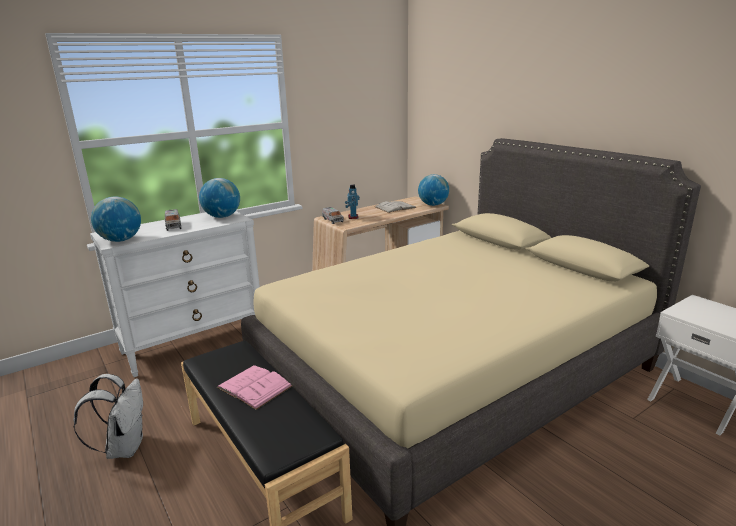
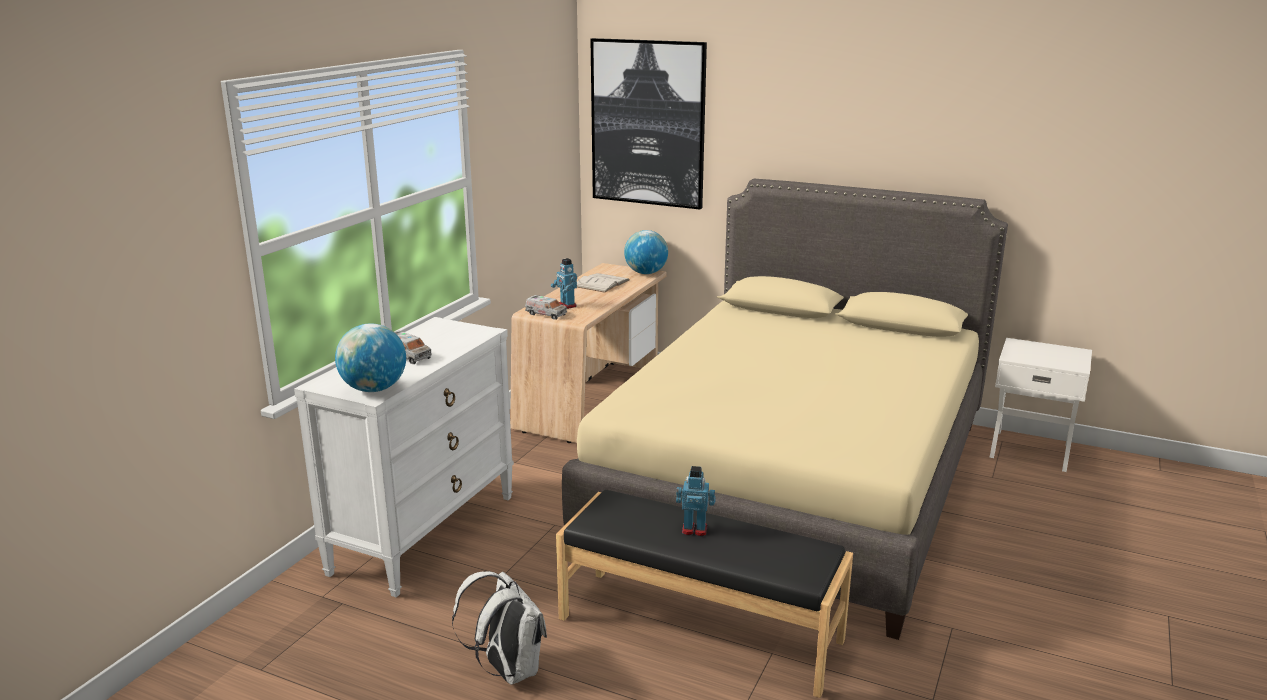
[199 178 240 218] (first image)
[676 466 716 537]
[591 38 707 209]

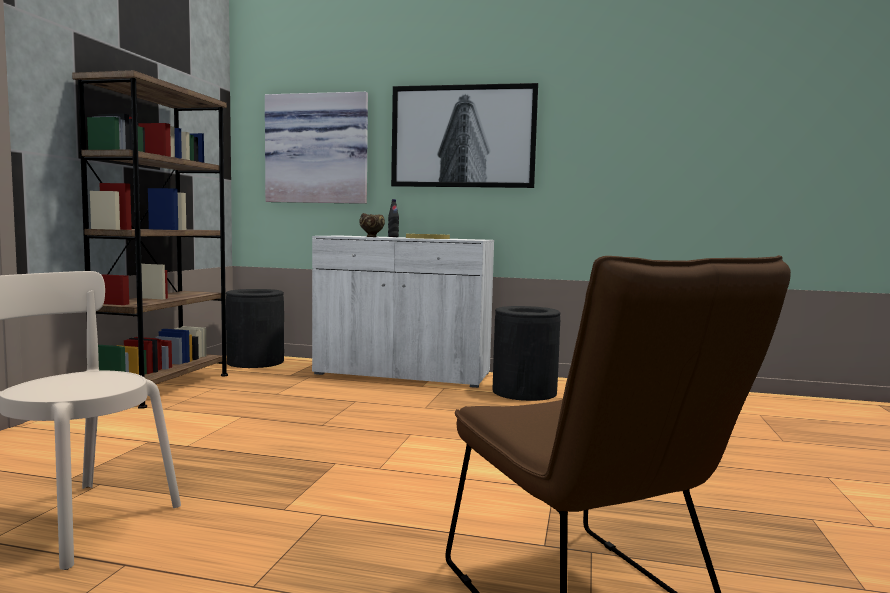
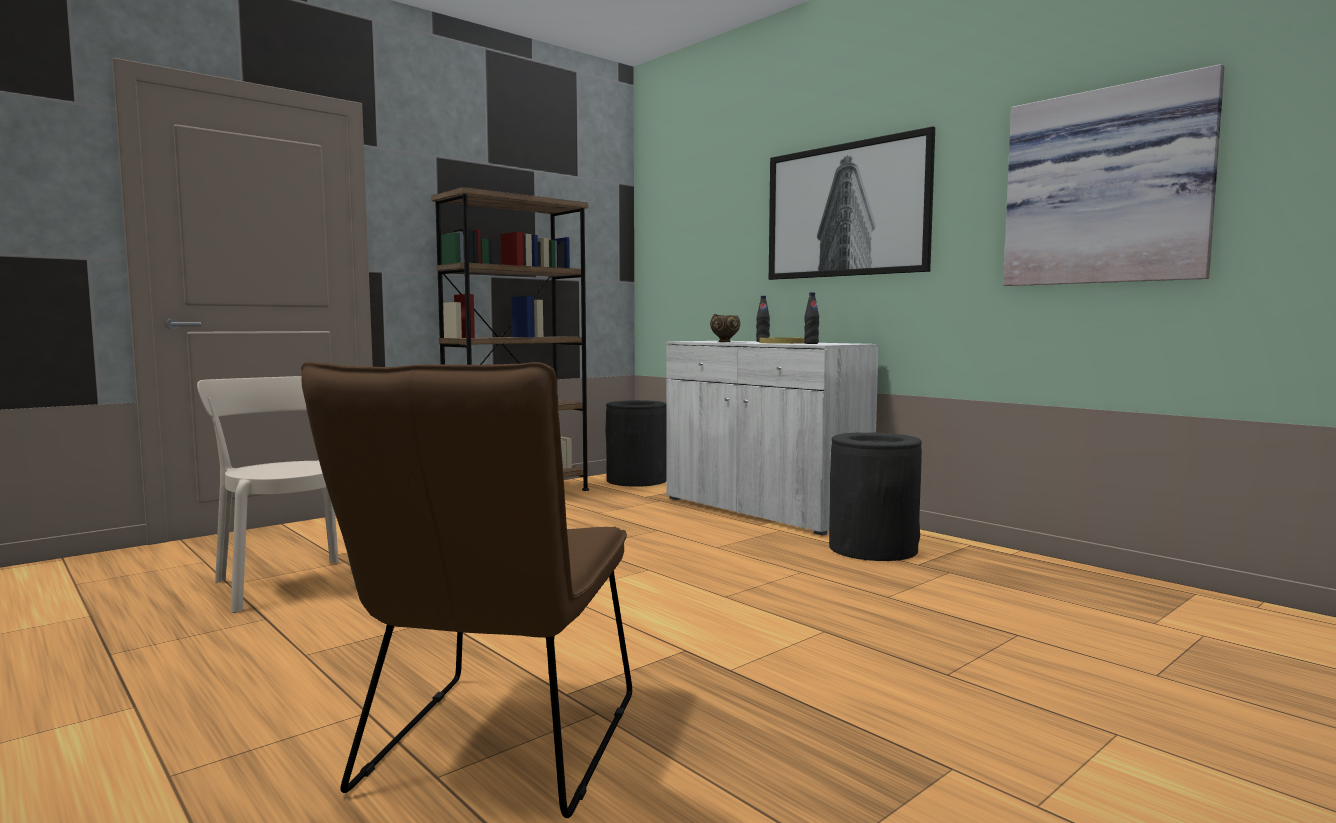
[1003 64 1224 286]
[804 292 819 344]

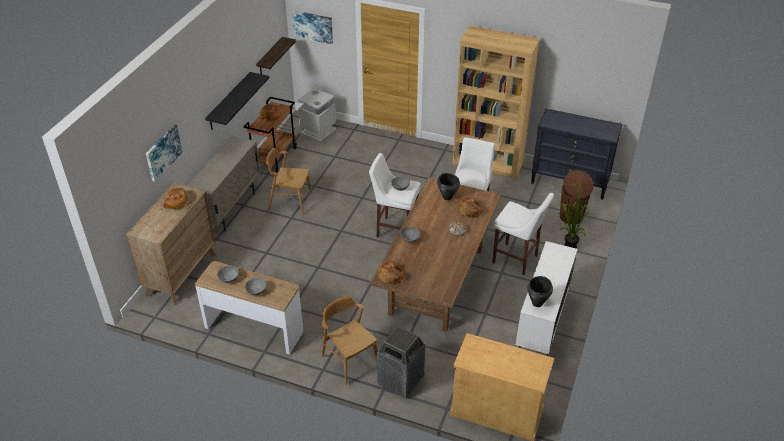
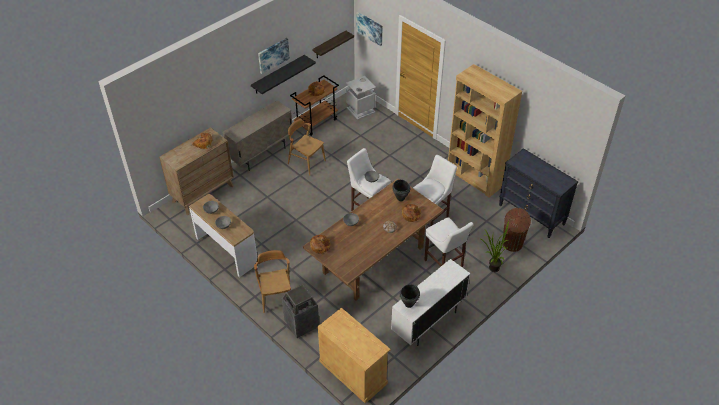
[258 38 290 74]

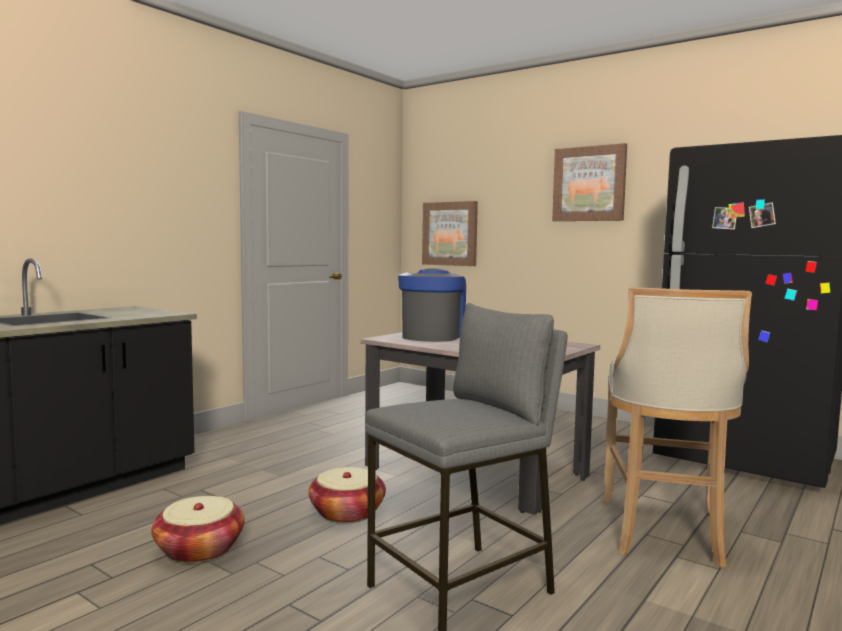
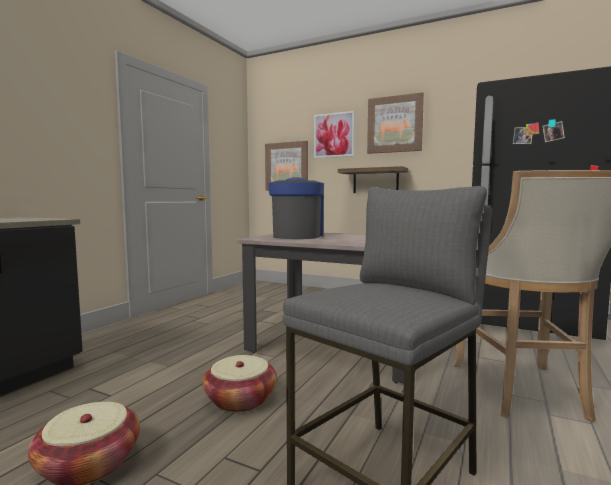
[314 111 355 158]
[338 166 408 193]

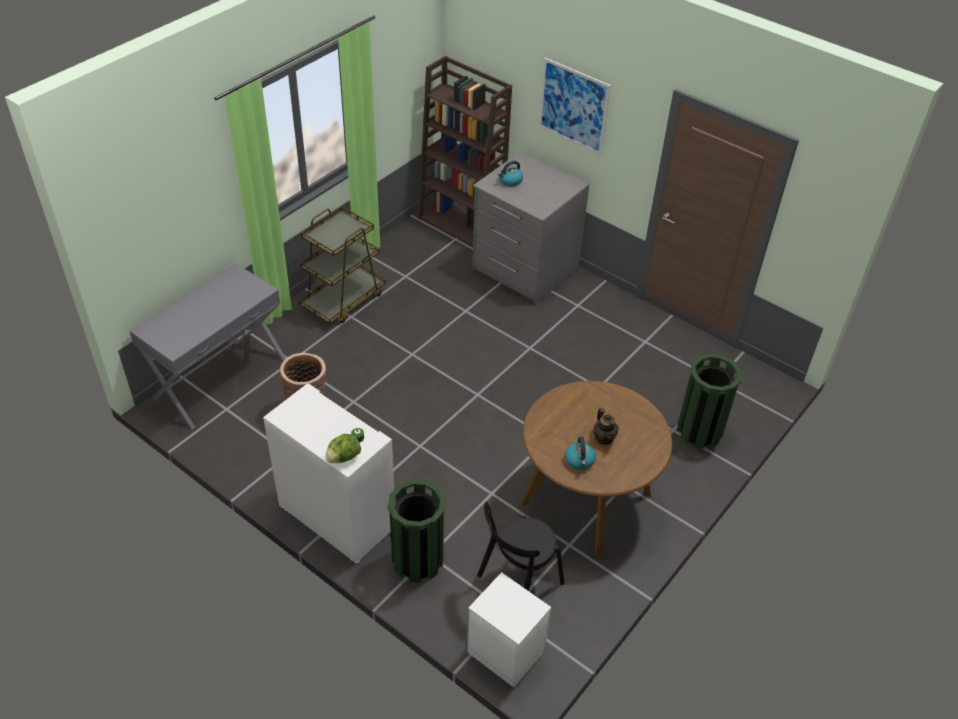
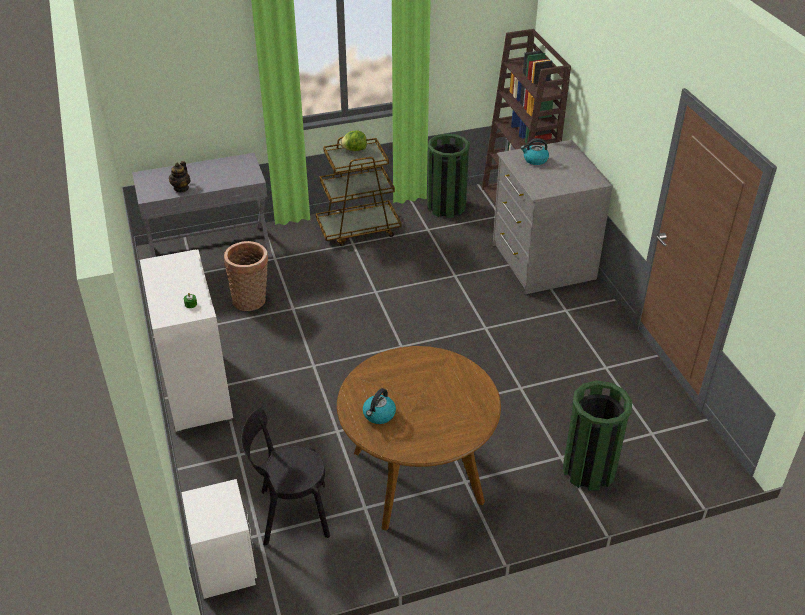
[538 58 611 155] (first image)
[169 161 191 192]
[340 131 367 151]
[427 134 470 218]

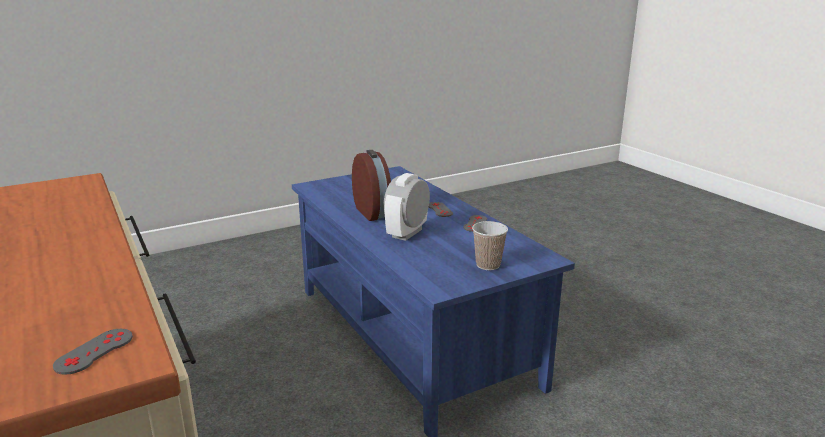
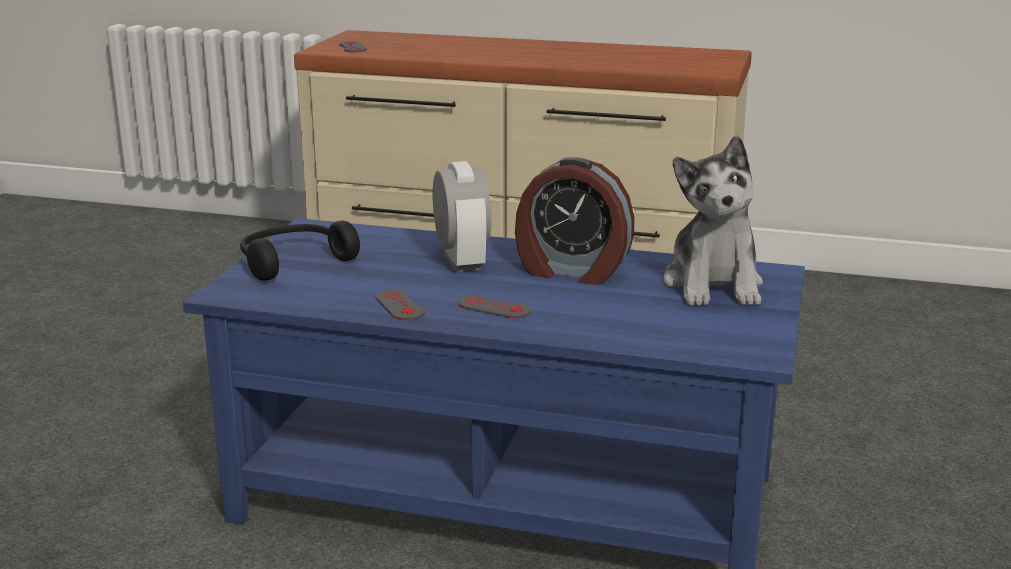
[240 221 360 281]
[664 136 763 306]

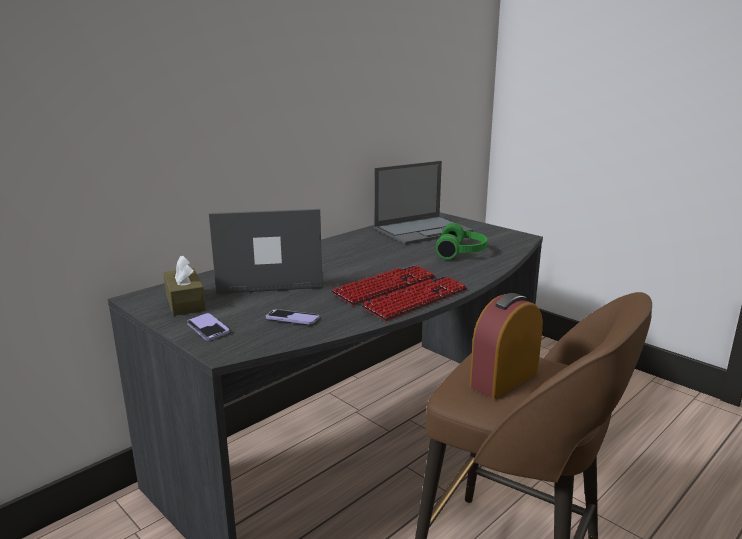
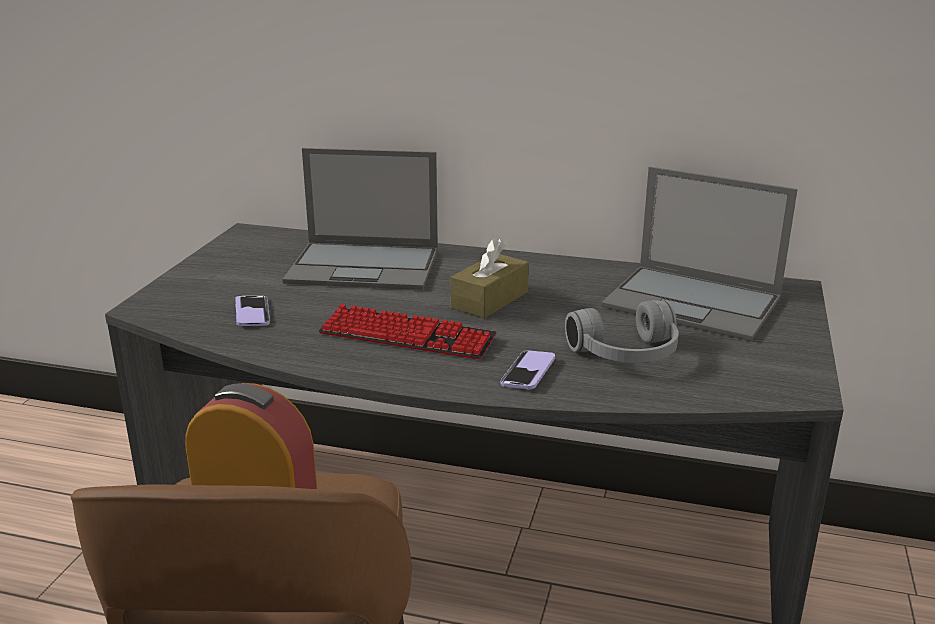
[282 148 438 290]
[565 300 679 363]
[451 238 529 318]
[362 277 468 321] (first image)
[500 350 555 389]

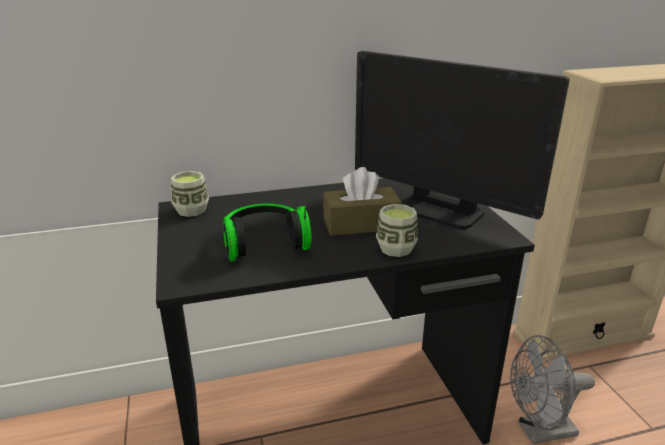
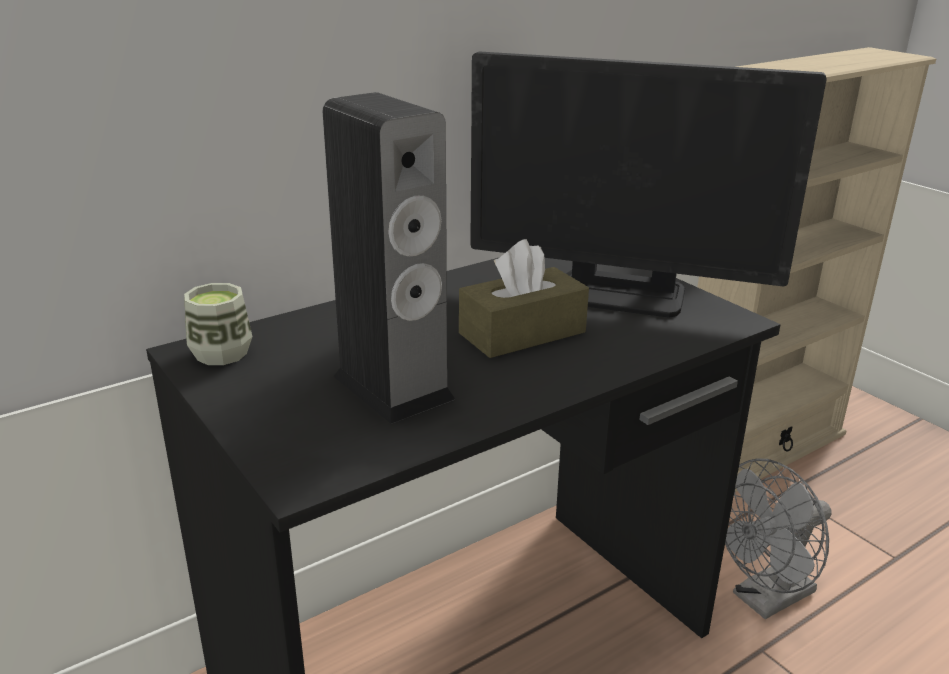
[323 92 455 424]
[376 204 418 257] (first image)

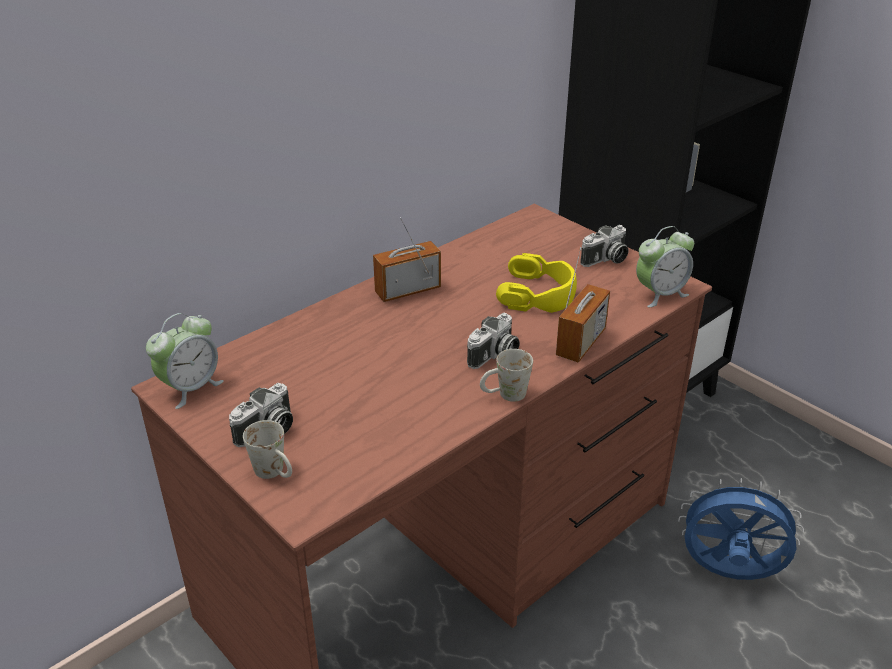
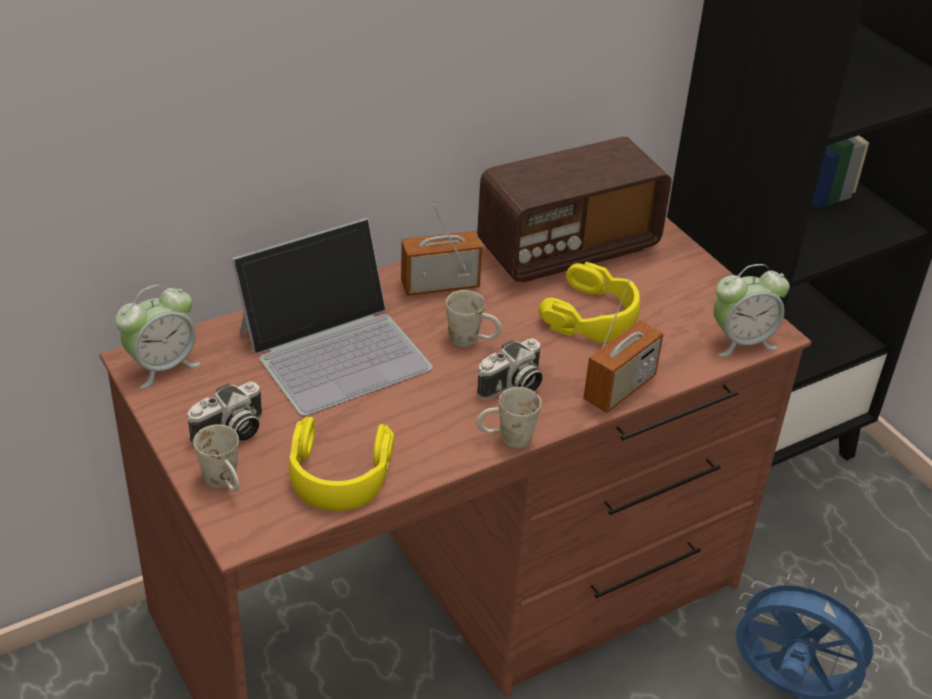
[580 225 628 267] (first image)
[477 137 672 282]
[231 218 433 416]
[446 290 502 347]
[289 417 394 511]

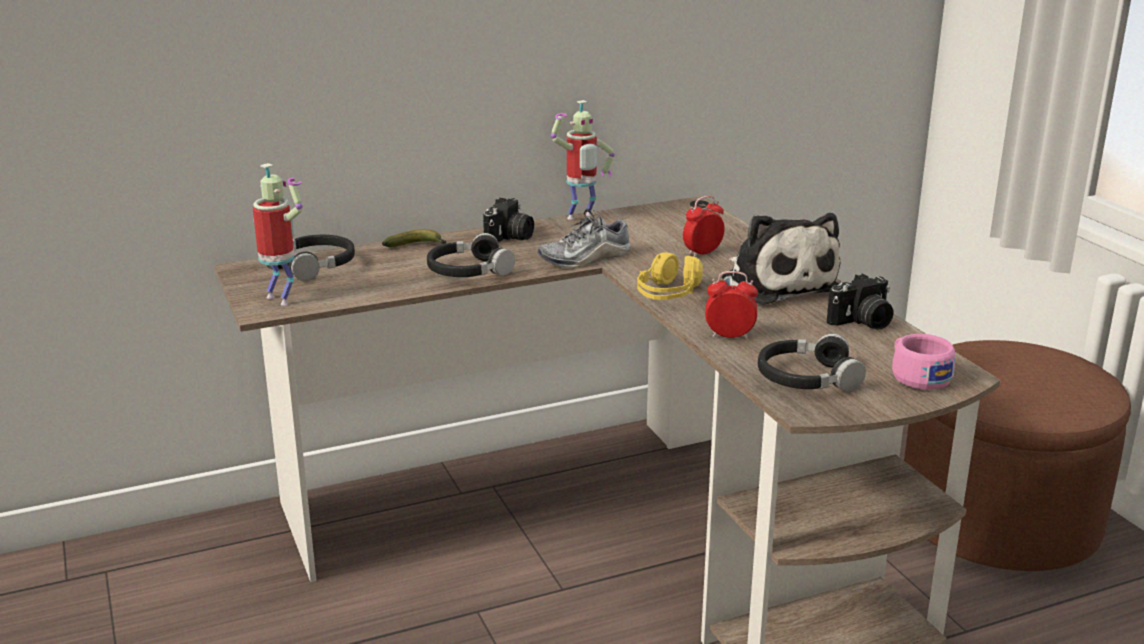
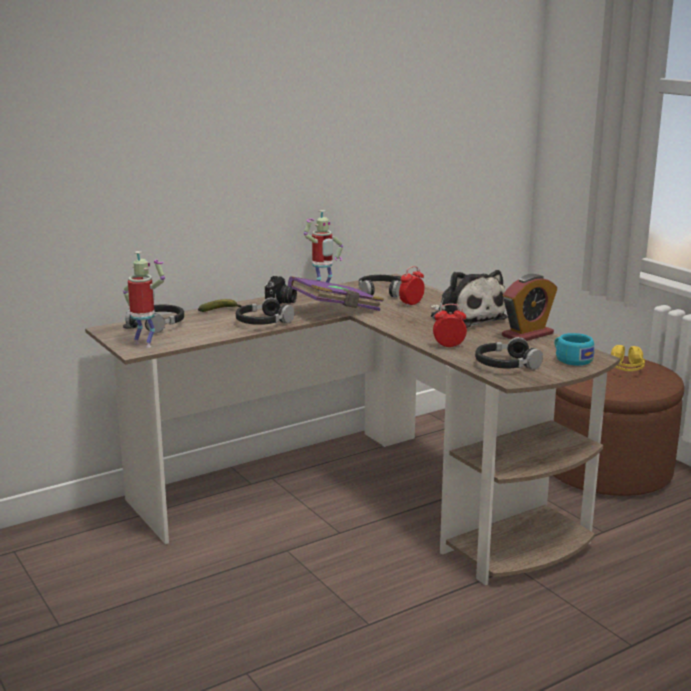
[288 276 384 311]
[611 345 645 371]
[502 274 558 341]
[555 333 594 366]
[359 275 402 297]

